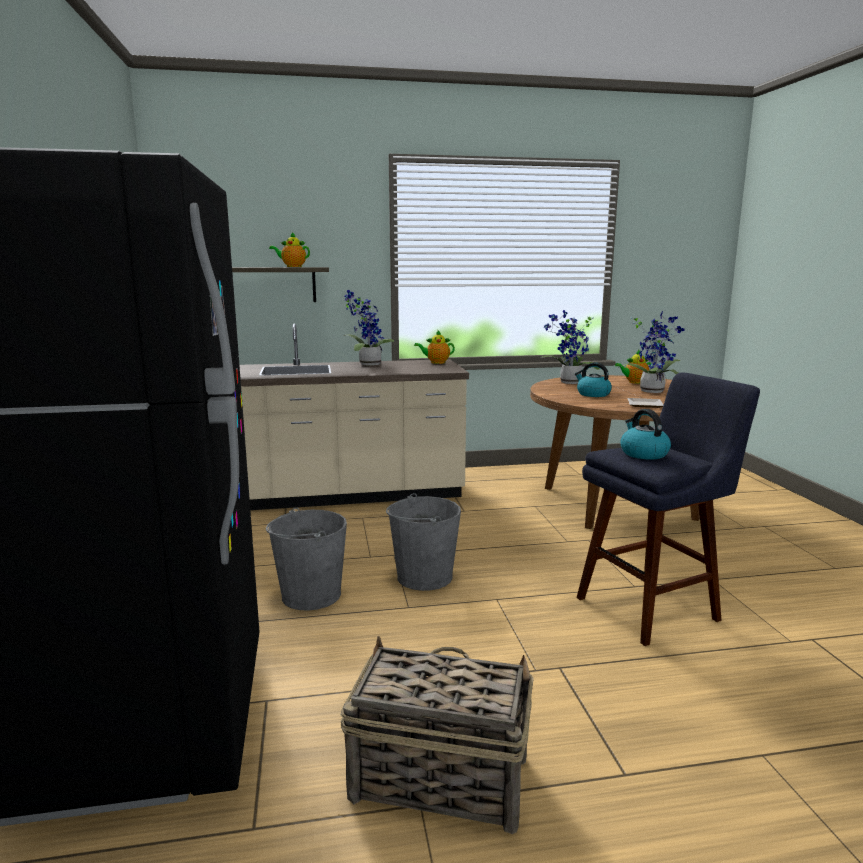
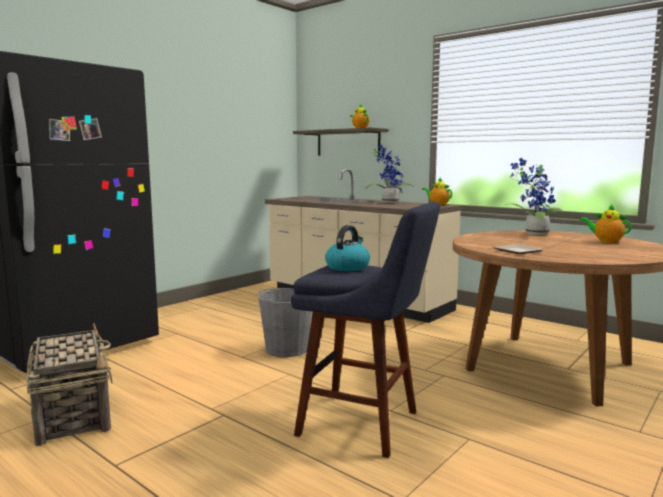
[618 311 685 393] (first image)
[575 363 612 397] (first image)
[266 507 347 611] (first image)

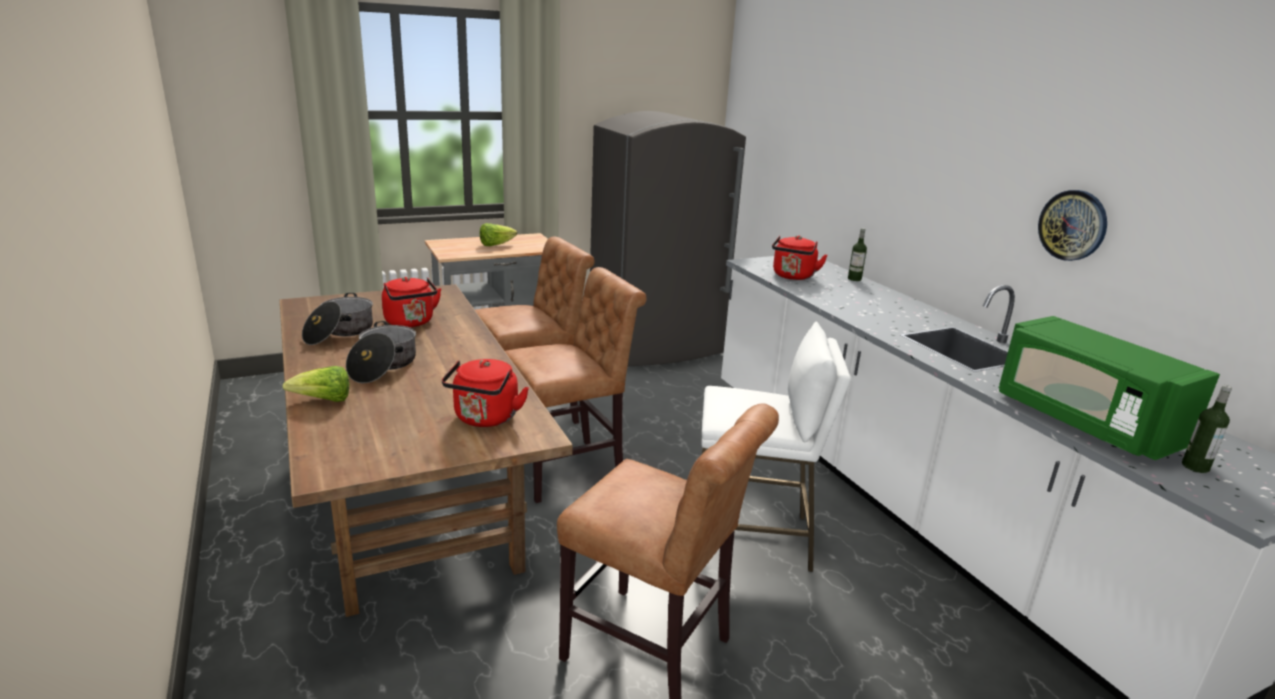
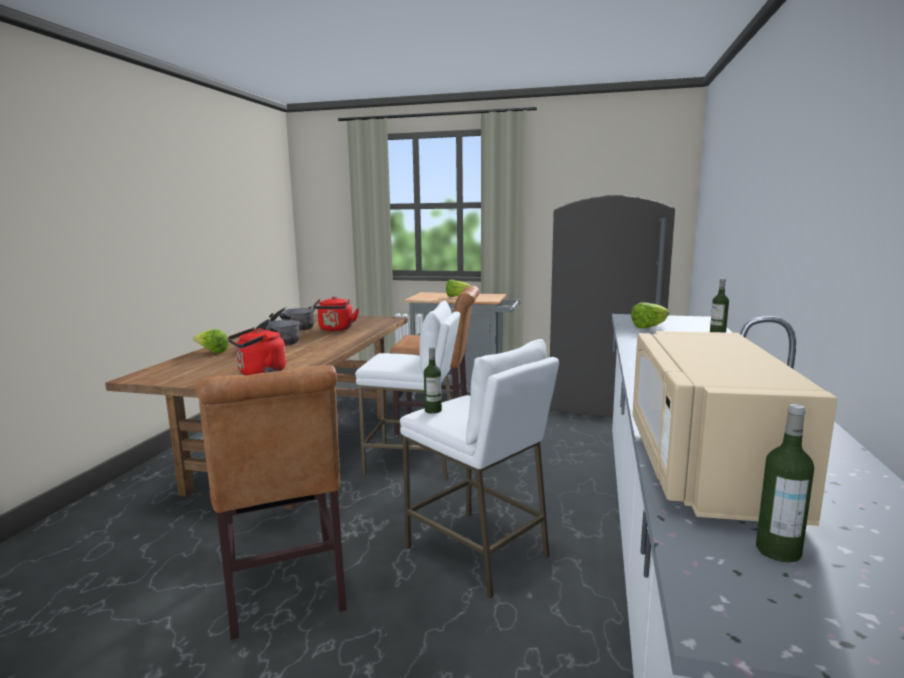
[1038 190 1107 261] (first image)
[631 302 669 328]
[355 301 460 480]
[633 331 838 526]
[424 347 442 414]

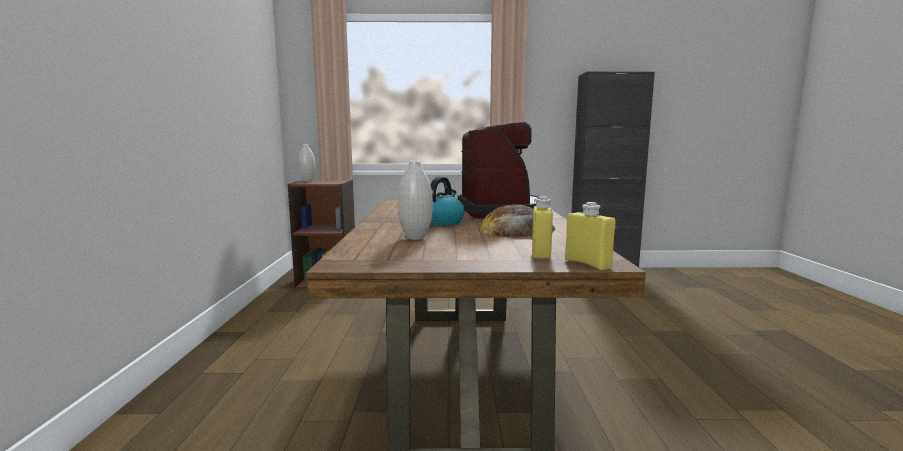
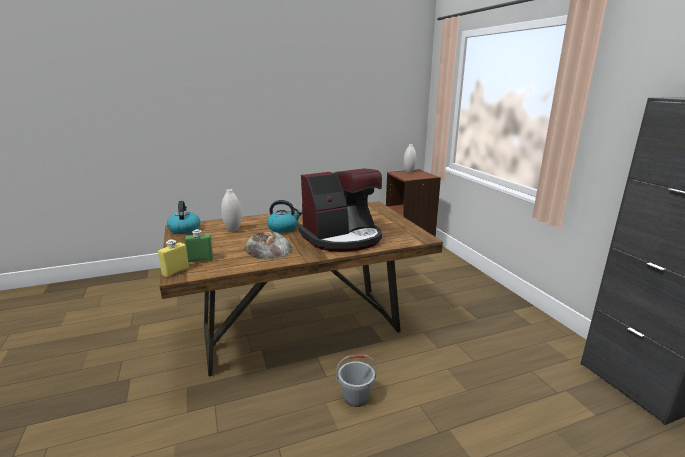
[185 229 213 262]
[167 201 200 234]
[336 354 377 407]

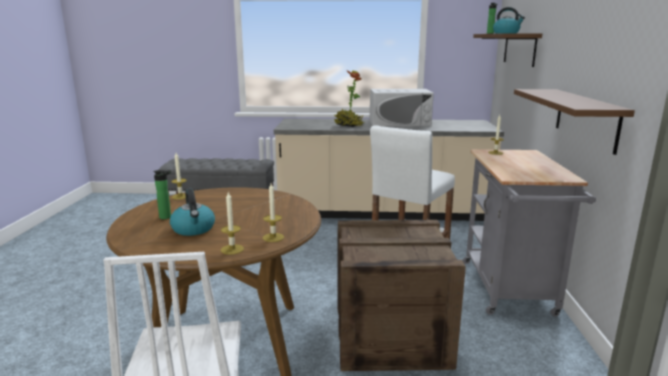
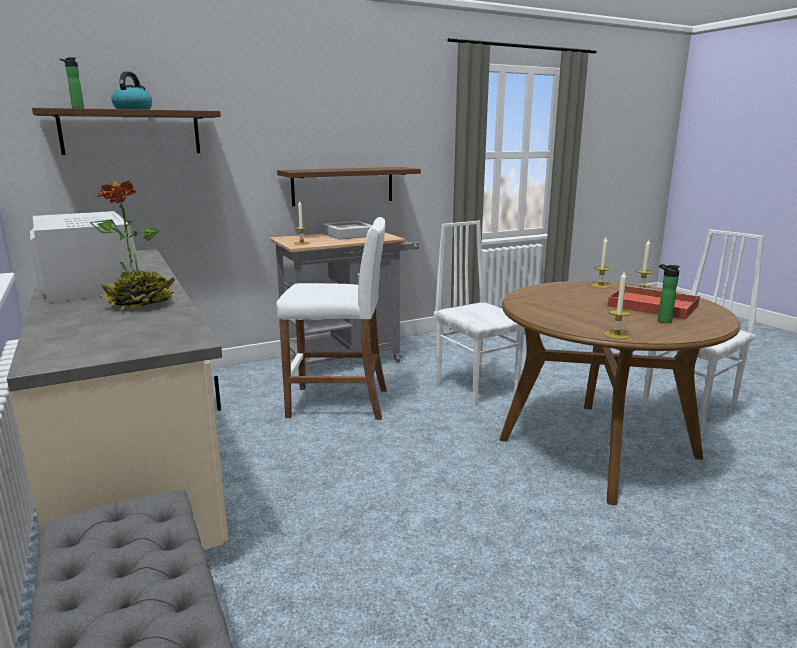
[607 286 700 319]
[434 221 525 406]
[322 221 372 240]

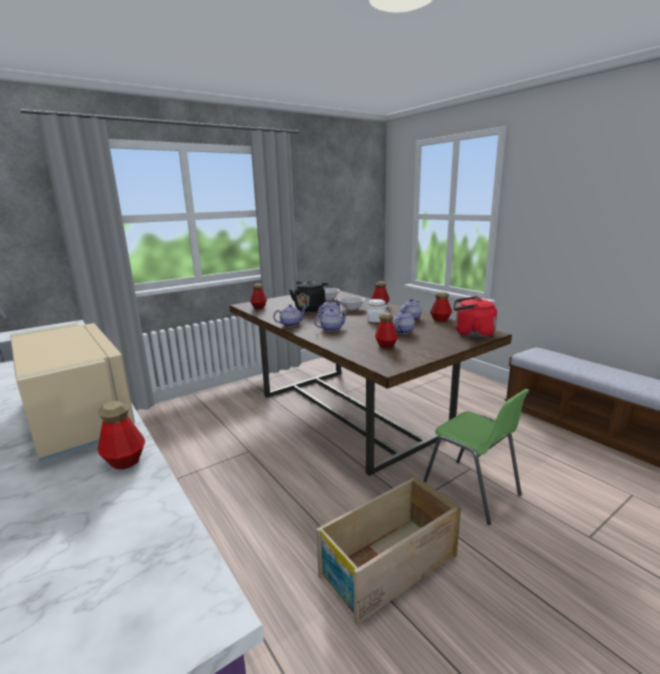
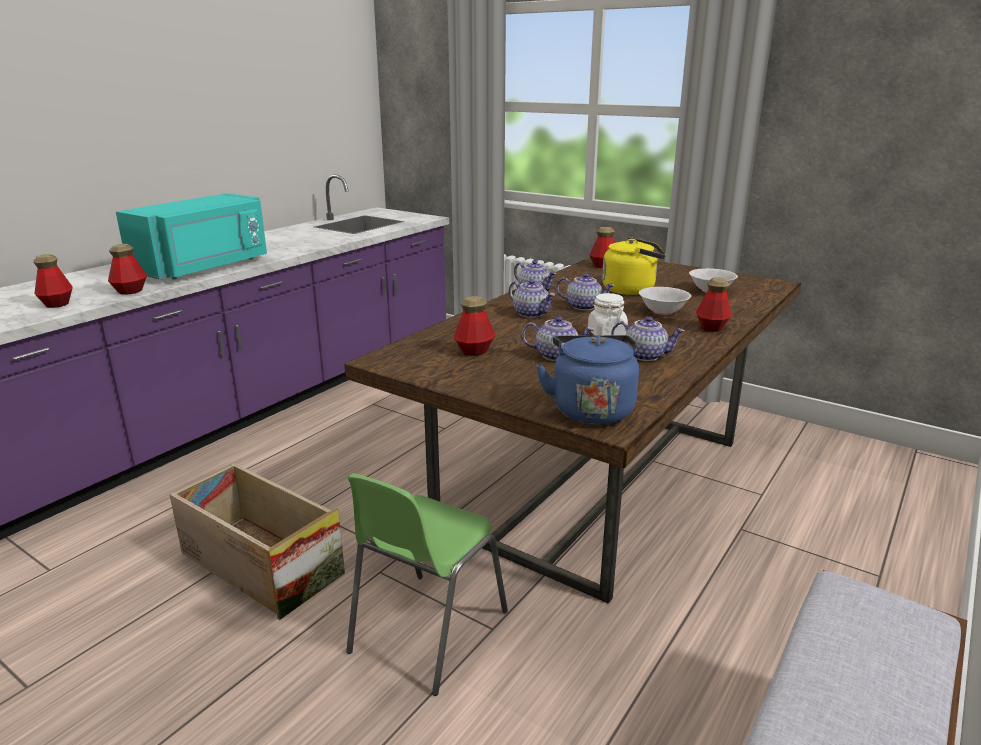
[602 237 666 295]
[33 254 73 308]
[536 335 639 424]
[116 193 267 280]

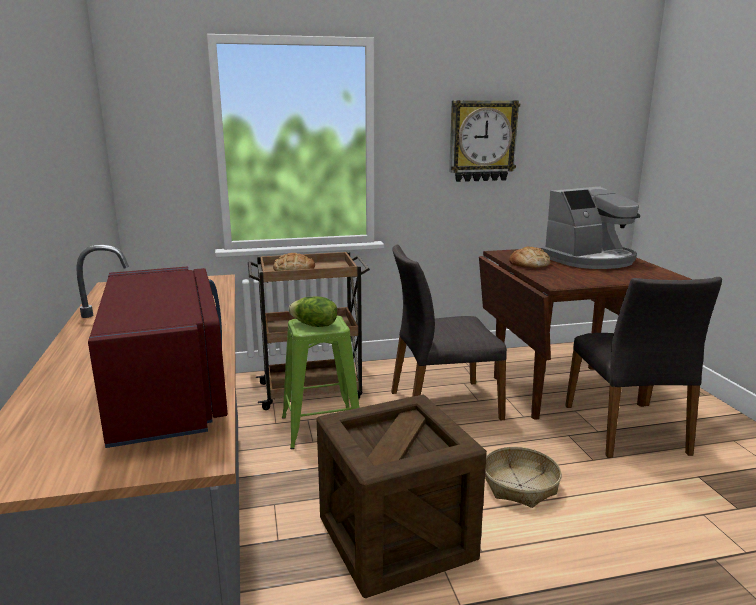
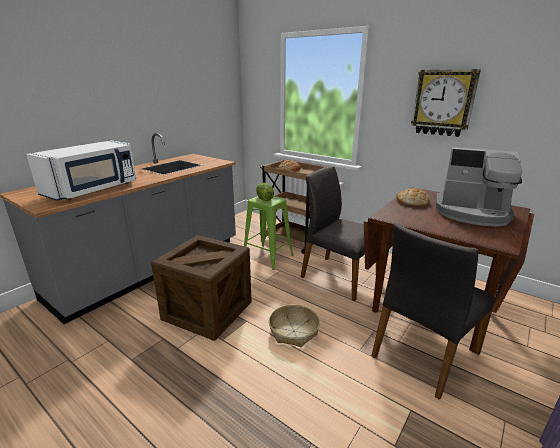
[26 140 136 201]

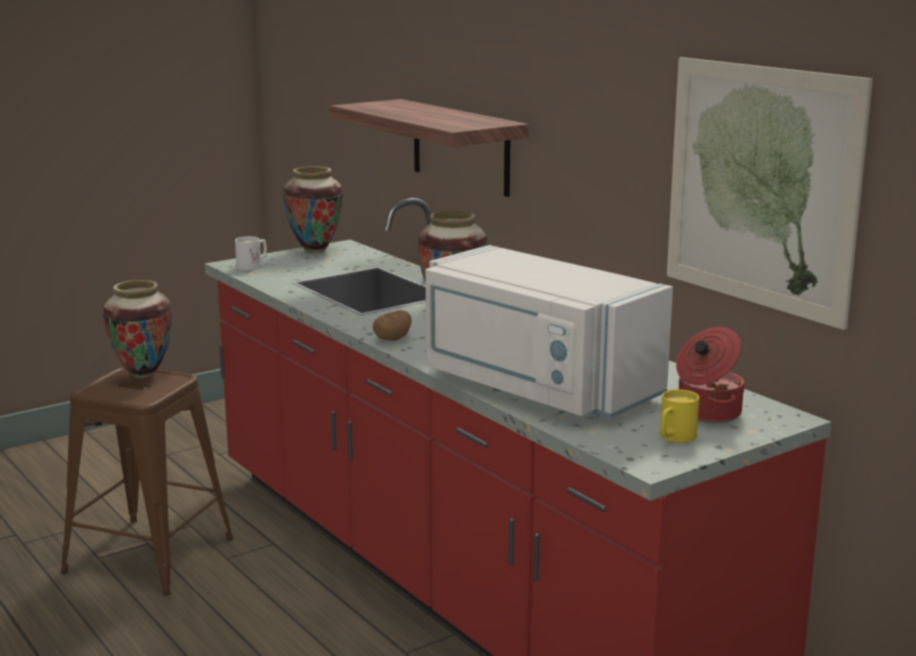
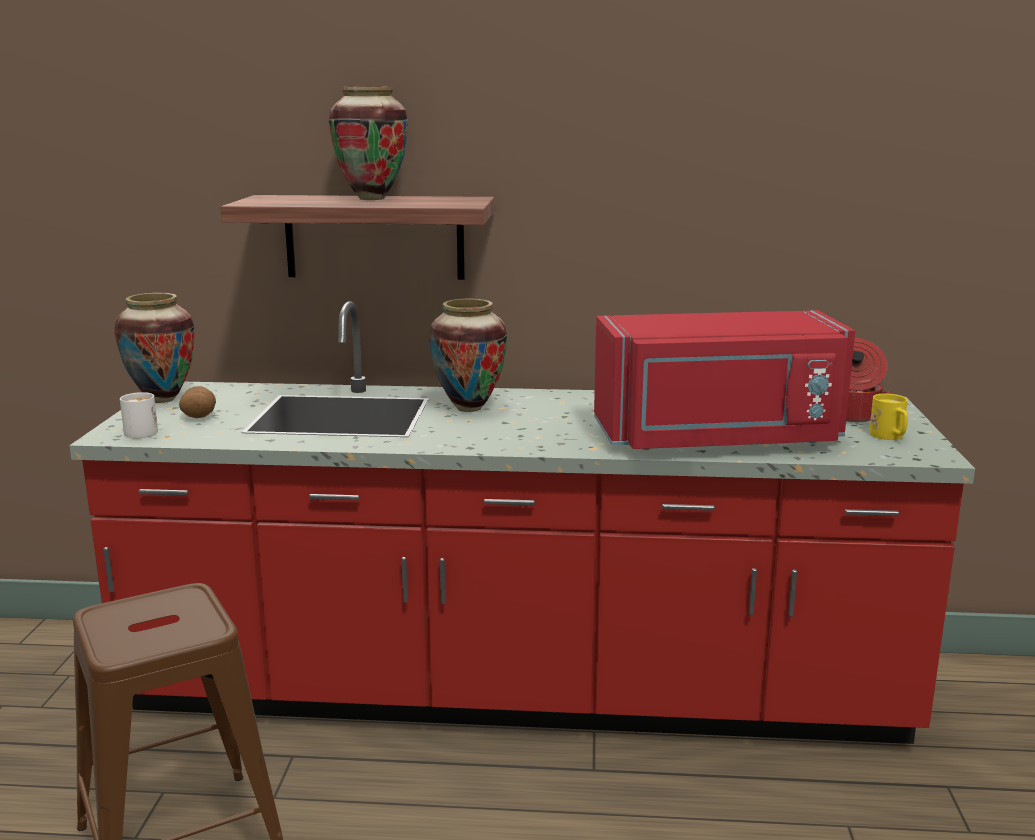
[667 57 873 330] (first image)
[594 310 855 450]
[329 87 408 200]
[179 386 216 418]

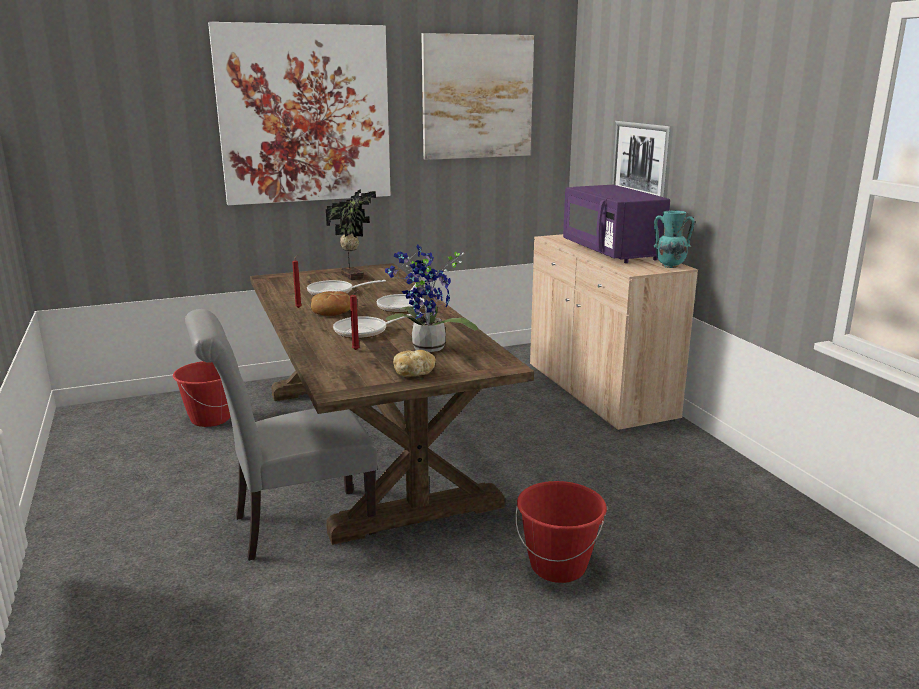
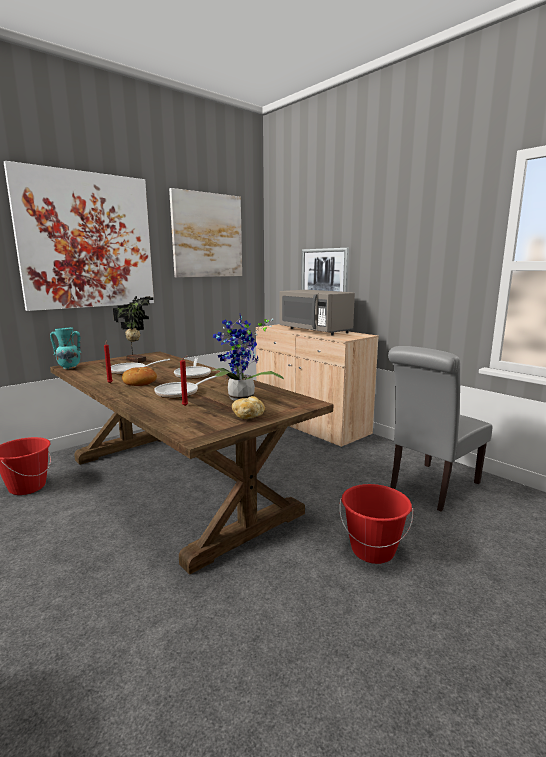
[279 290 355 335]
[50 328 82 369]
[388 346 493 511]

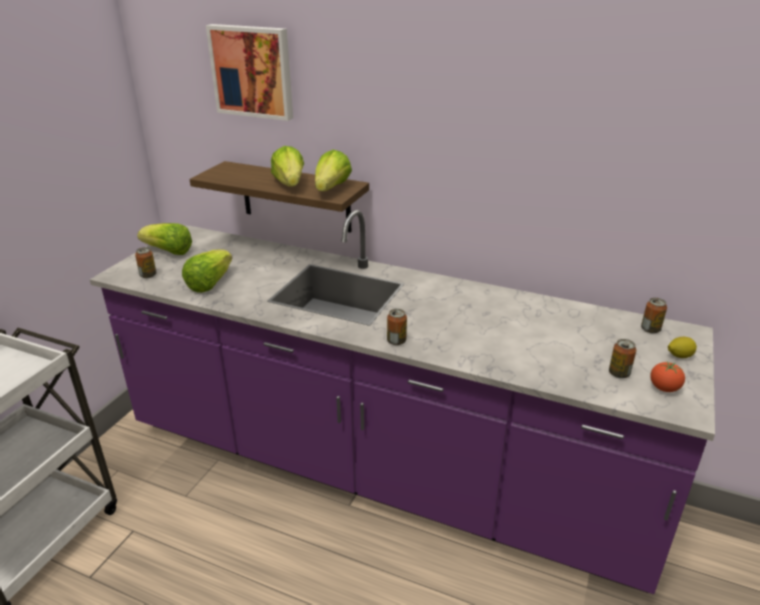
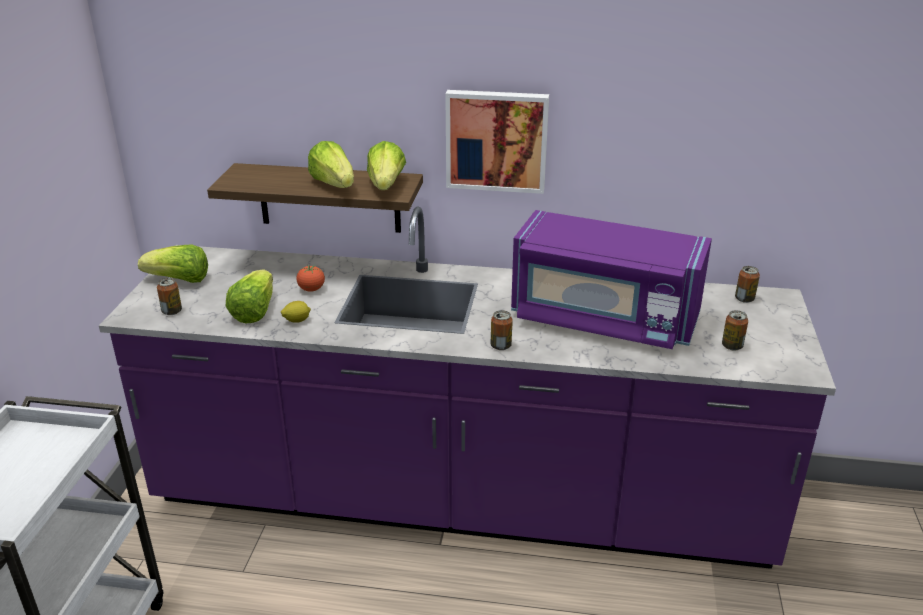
[445 90 549 194]
[281 301 311 323]
[297 265 325 292]
[511 210 712 349]

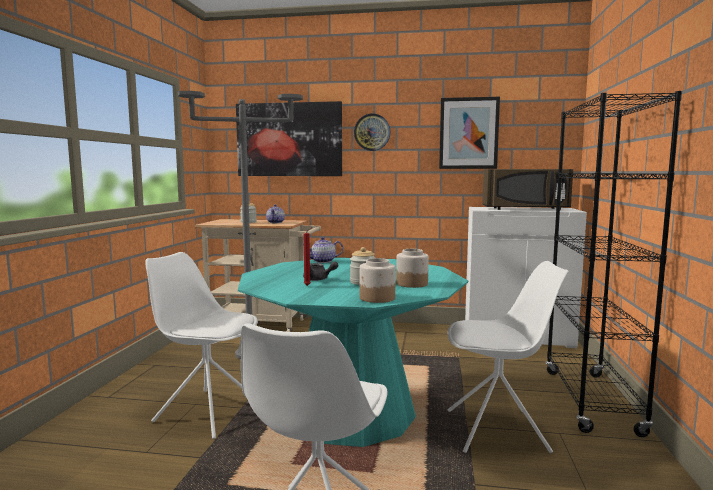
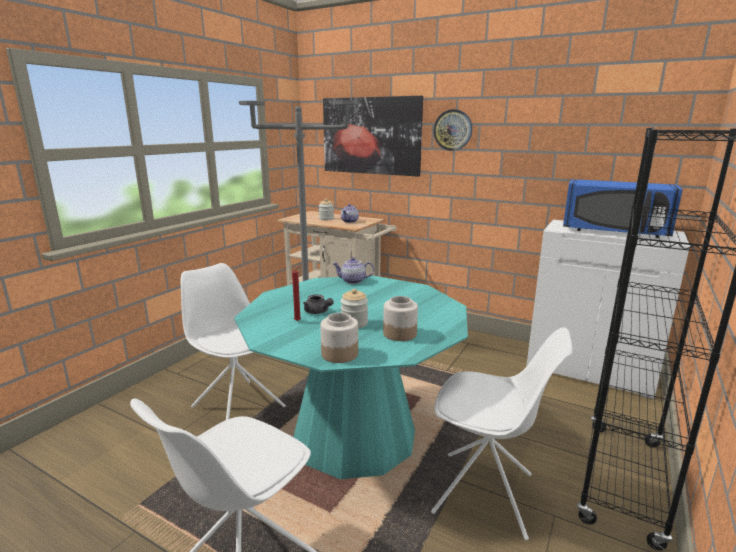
[439 97 500 169] (first image)
[563 179 683 238]

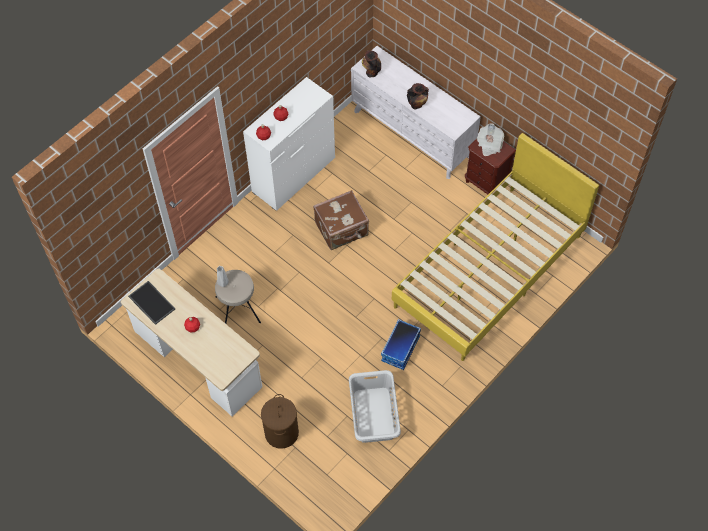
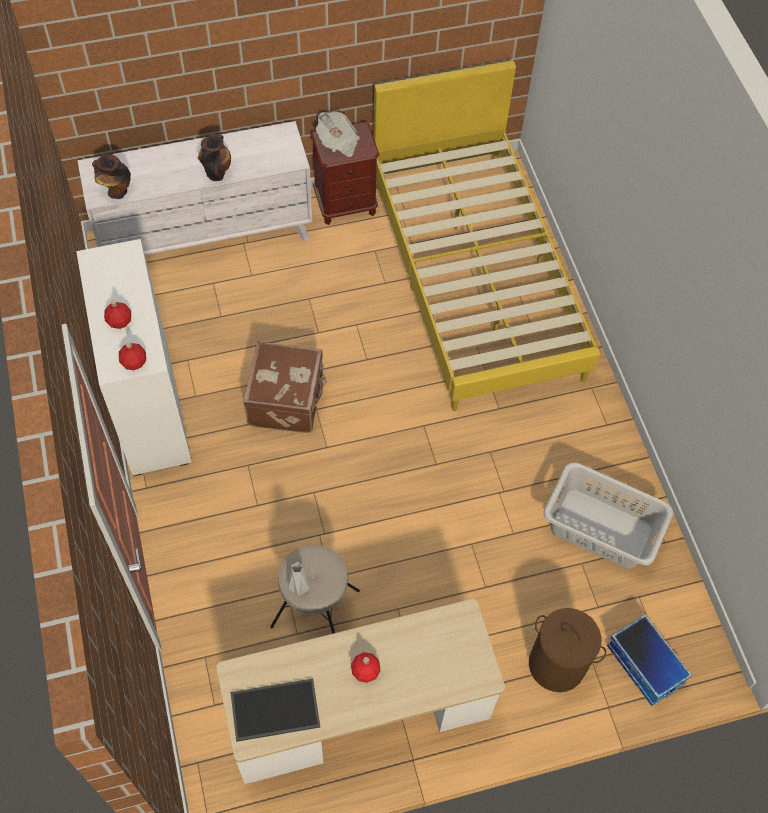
[607 614 693 706]

